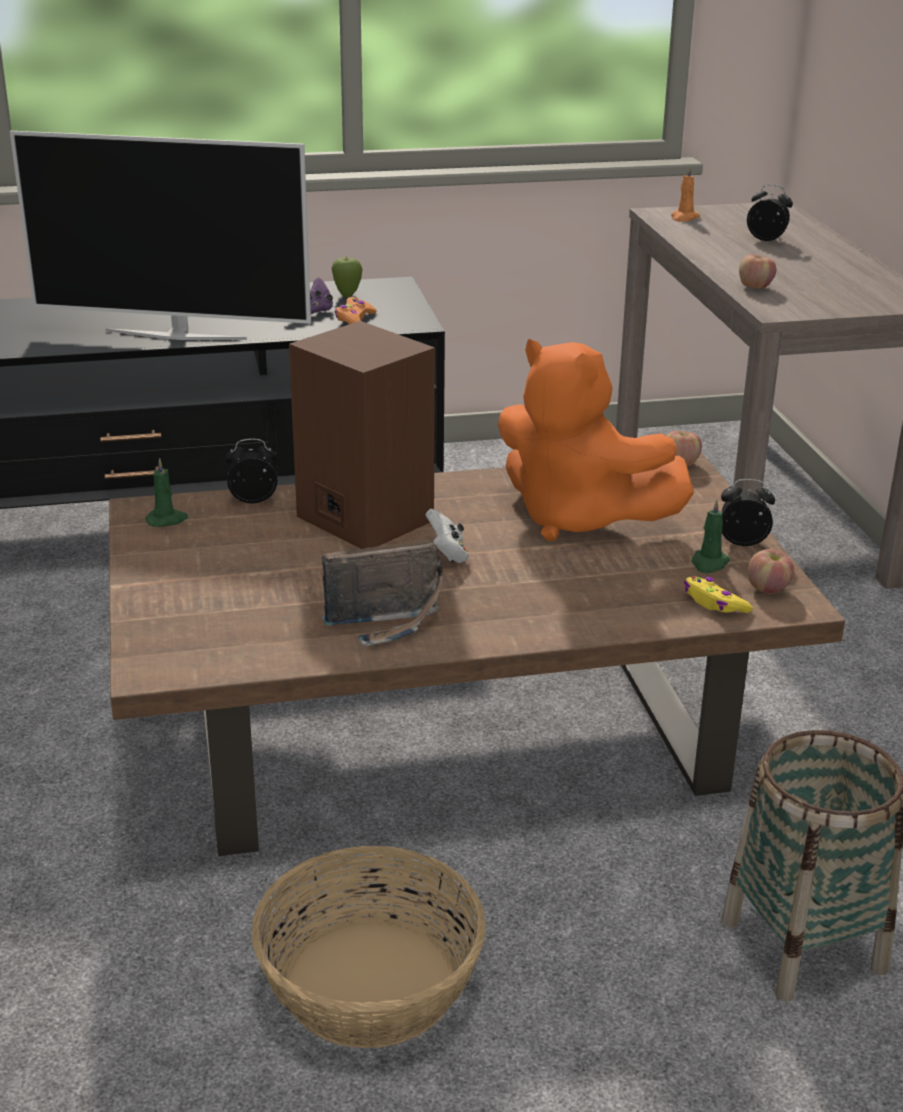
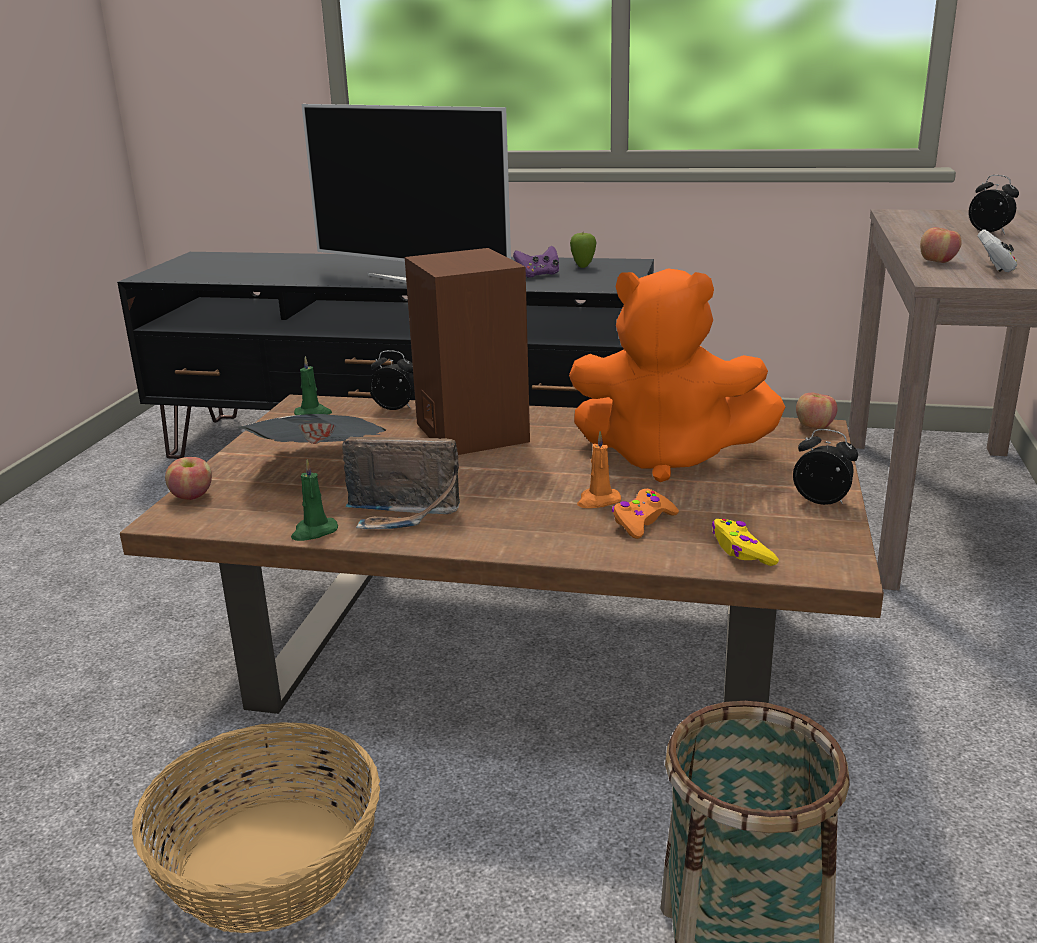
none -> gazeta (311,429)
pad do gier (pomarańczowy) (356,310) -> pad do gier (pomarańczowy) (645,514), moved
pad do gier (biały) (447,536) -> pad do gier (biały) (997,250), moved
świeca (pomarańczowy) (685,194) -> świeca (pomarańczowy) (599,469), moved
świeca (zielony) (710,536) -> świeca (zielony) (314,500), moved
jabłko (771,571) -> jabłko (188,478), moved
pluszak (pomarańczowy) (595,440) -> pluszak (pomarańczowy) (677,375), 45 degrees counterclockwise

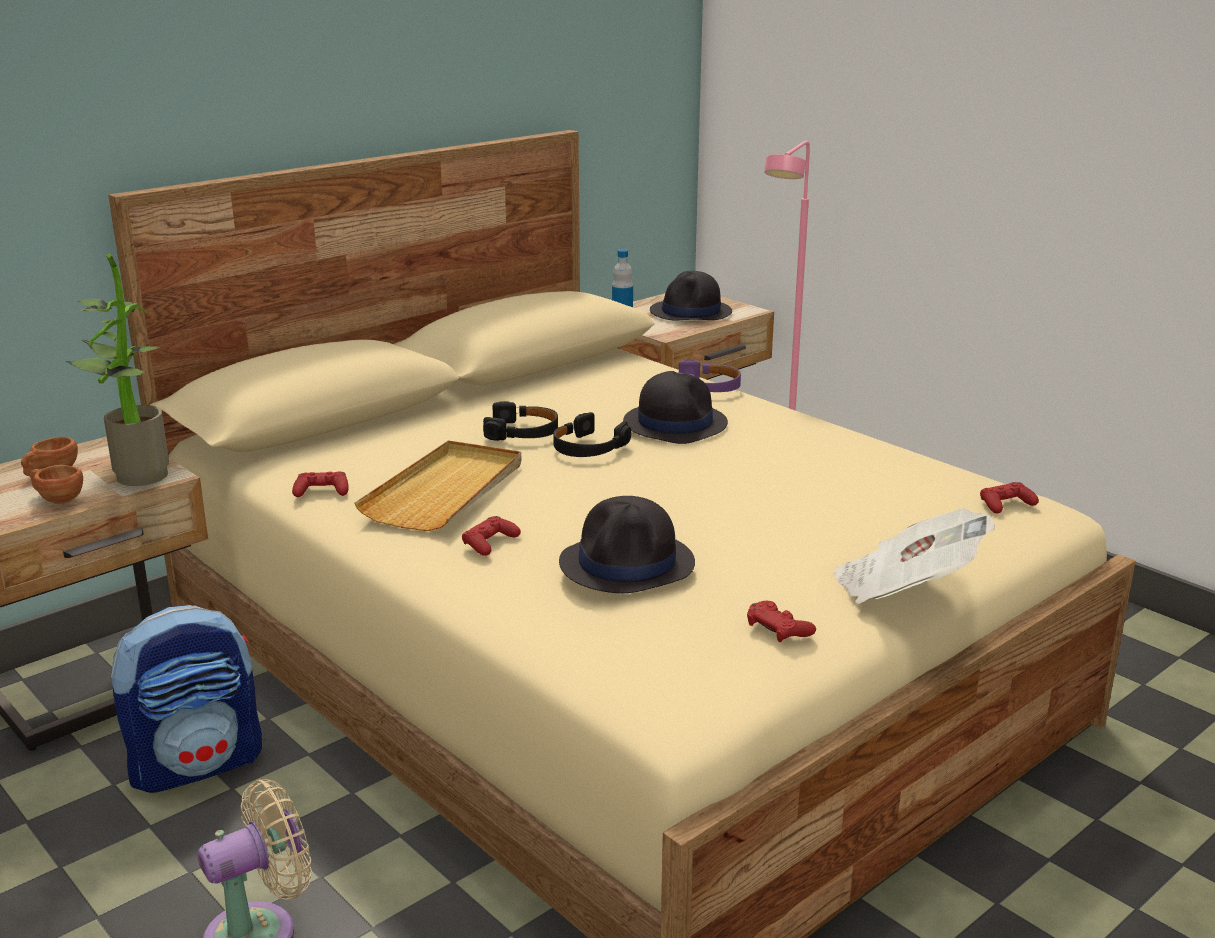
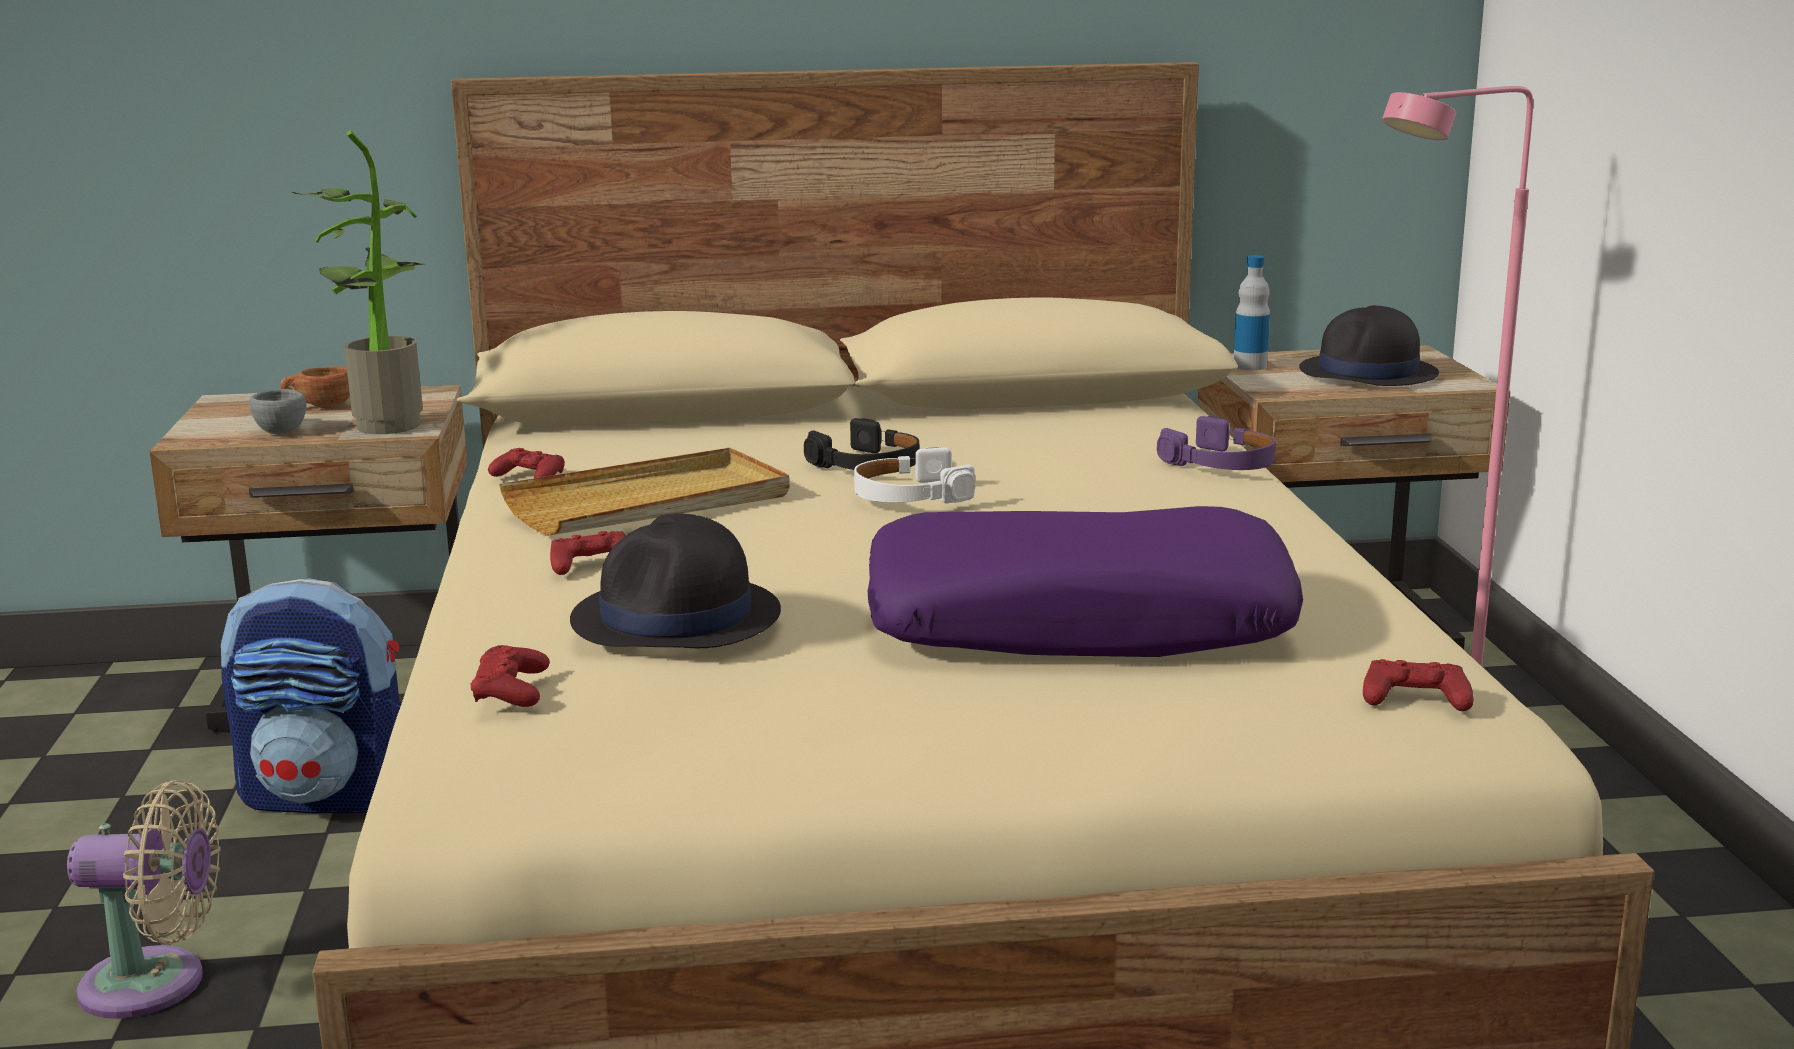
kapelusz (czarny) (675,407) -> none
gazeta (914,556) -> none
none -> poduszka (fioletowy) (1085,581)
pad do gier (czerwony) (781,621) -> pad do gier (czerwony) (510,676), moved
filiżanka (brązowy) (56,484) -> filiżanka (szary) (278,411)
słuchawki (czarny) (592,434) -> słuchawki (biały) (914,475)

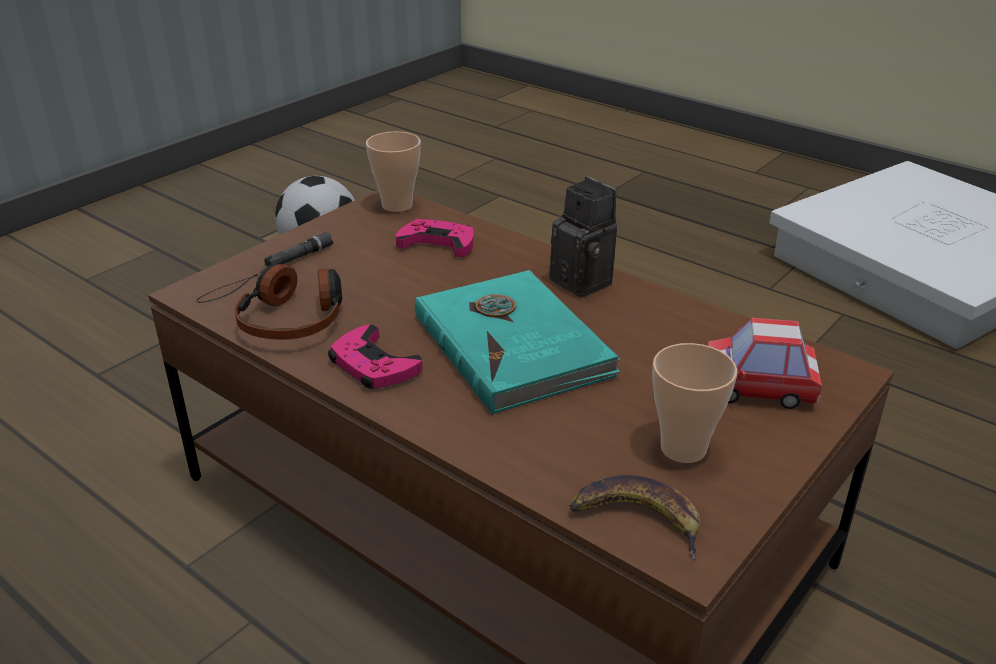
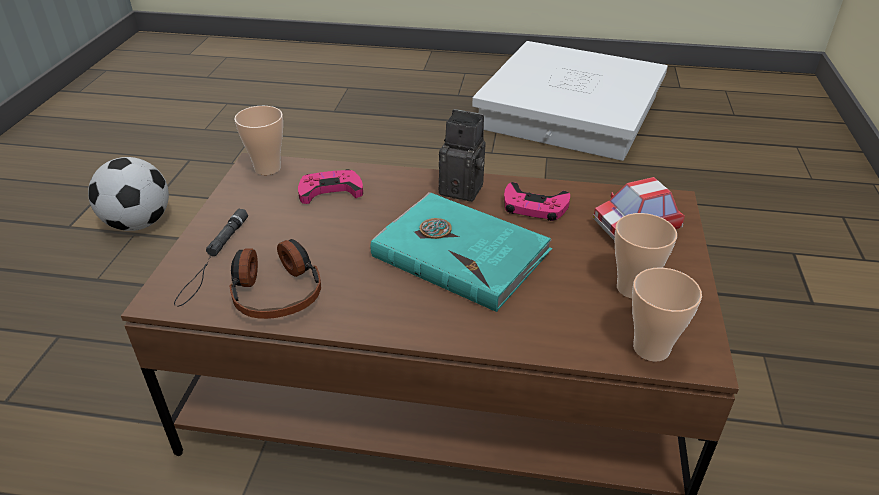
pad do gier (różowy) (375,356) -> pad do gier (różowy) (537,201), moved
banan (634,517) -> filiżanka (667,314)

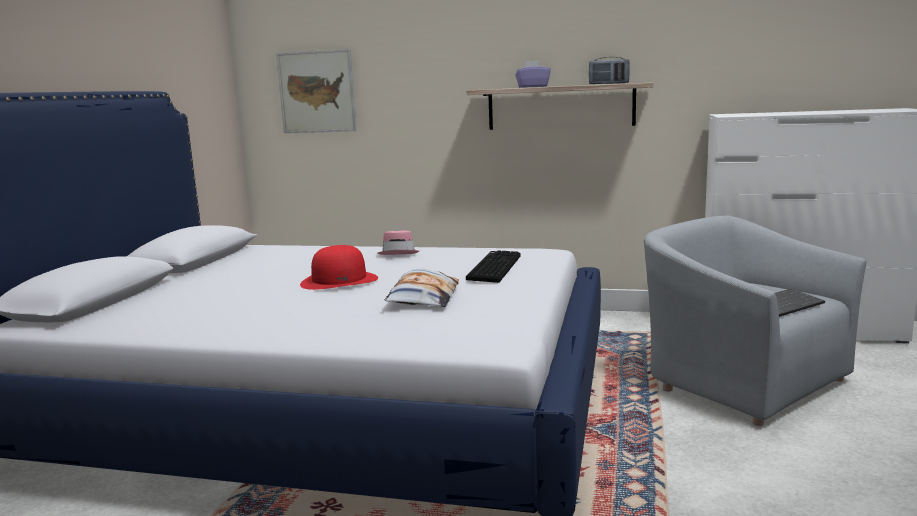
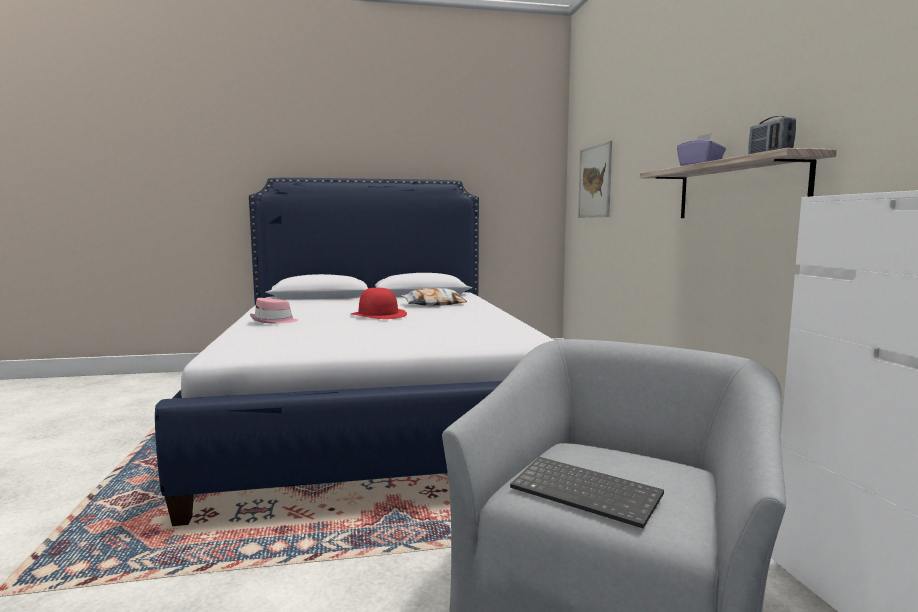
klawiatura (493,266) -> none
kapelusz (różowy) (398,243) -> kapelusz (różowy) (274,310), moved
poduszka (422,288) -> poduszka (434,297), moved

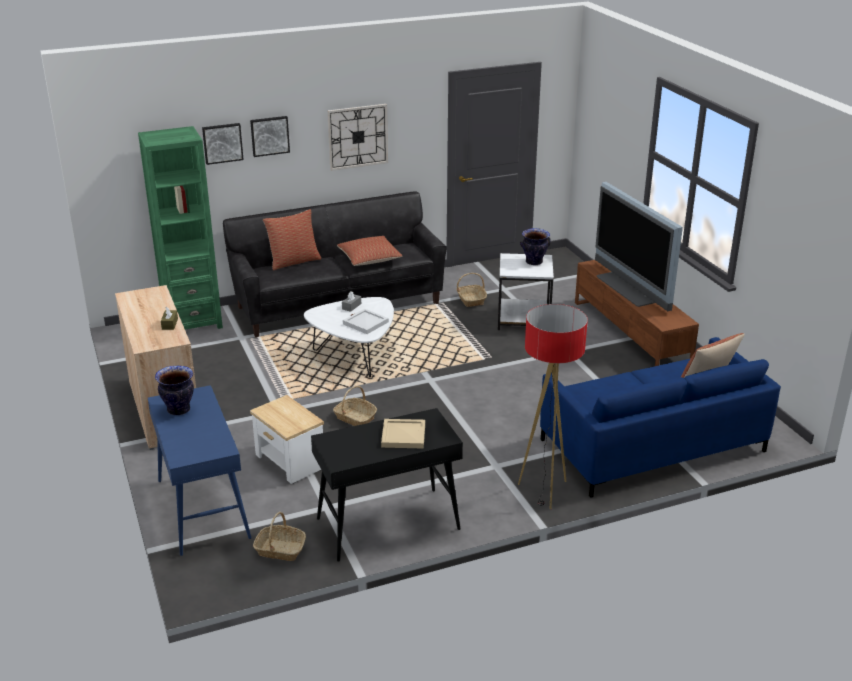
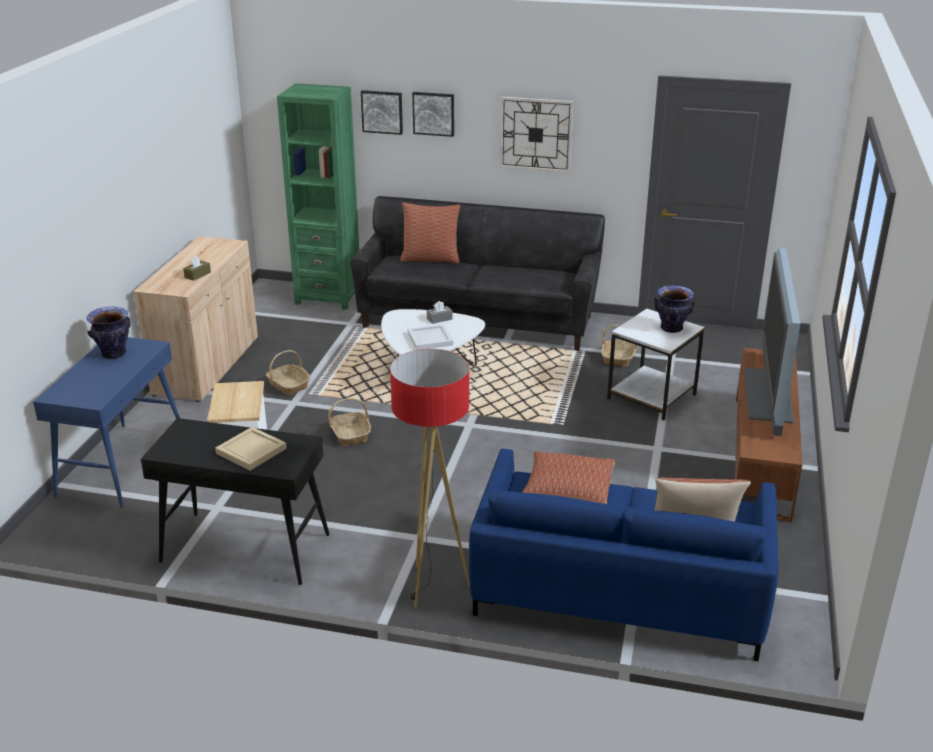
koszyk (279,536) -> koszyk (288,372), moved
poduszka (369,251) -> poduszka (568,477), moved

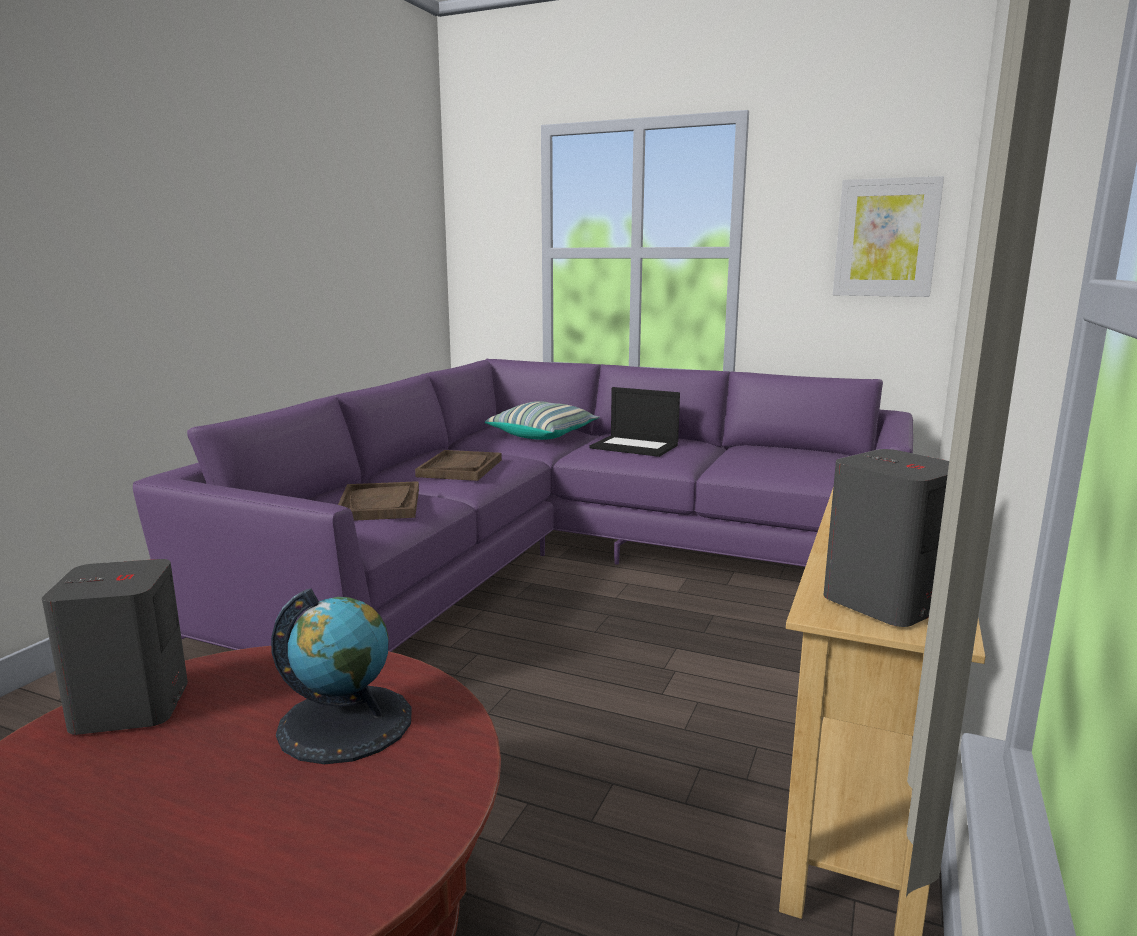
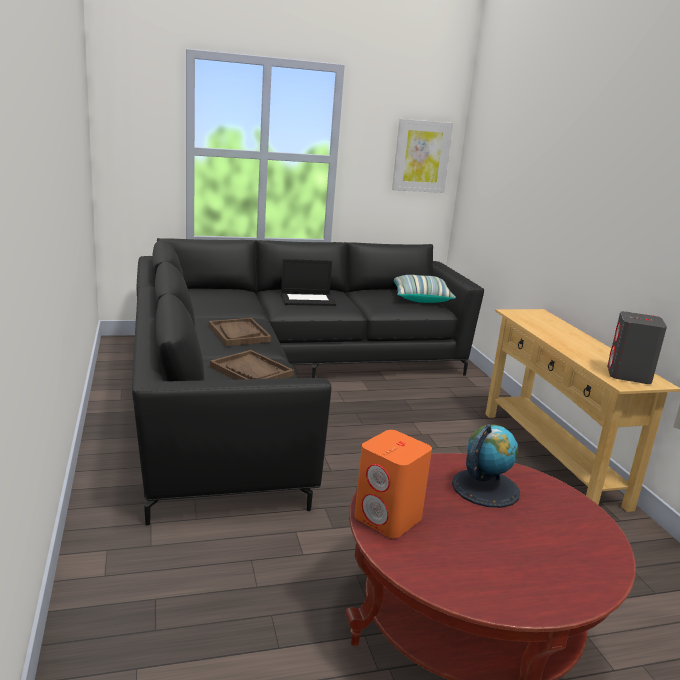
poduszka (542,420) -> poduszka (425,289), moved
głośnik (szary) (115,647) -> głośnik (pomarańczowy) (393,484)
kanapa (fioletowy) (523,505) -> kanapa (czarny) (308,382)

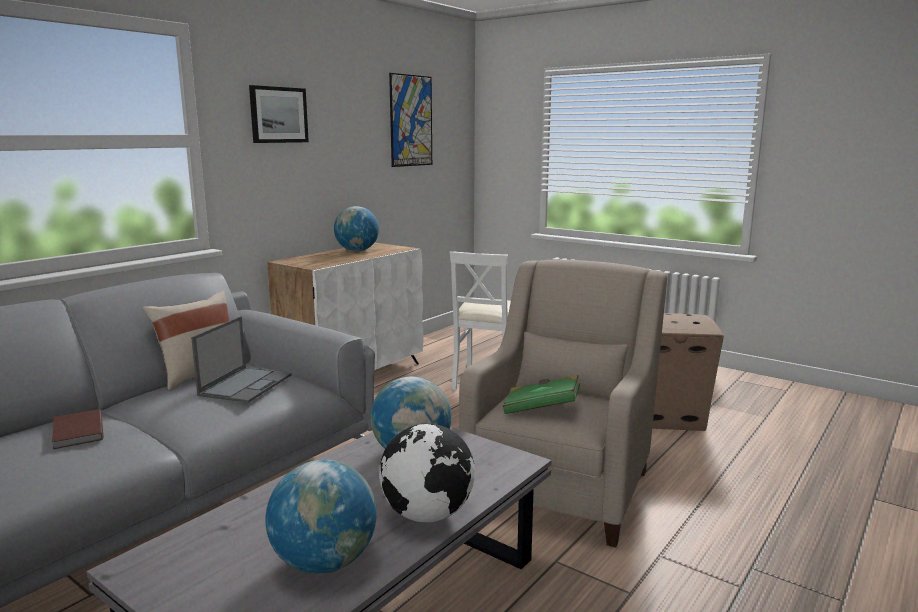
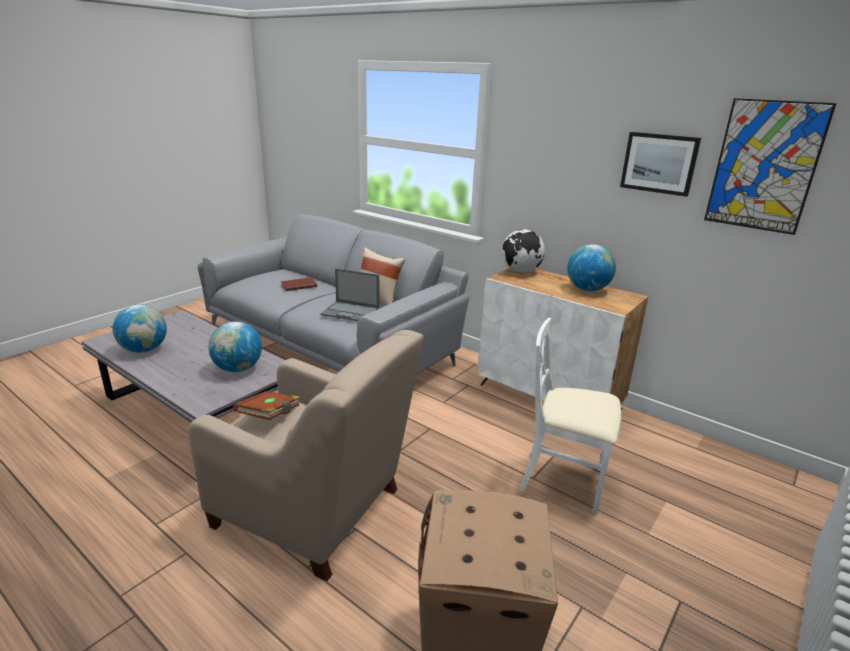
obraz (279,114) -> obraz (660,164), moved
globus (427,472) -> globus (523,251), moved
książka (zielony) (541,394) -> książka (brązowy) (267,405)

